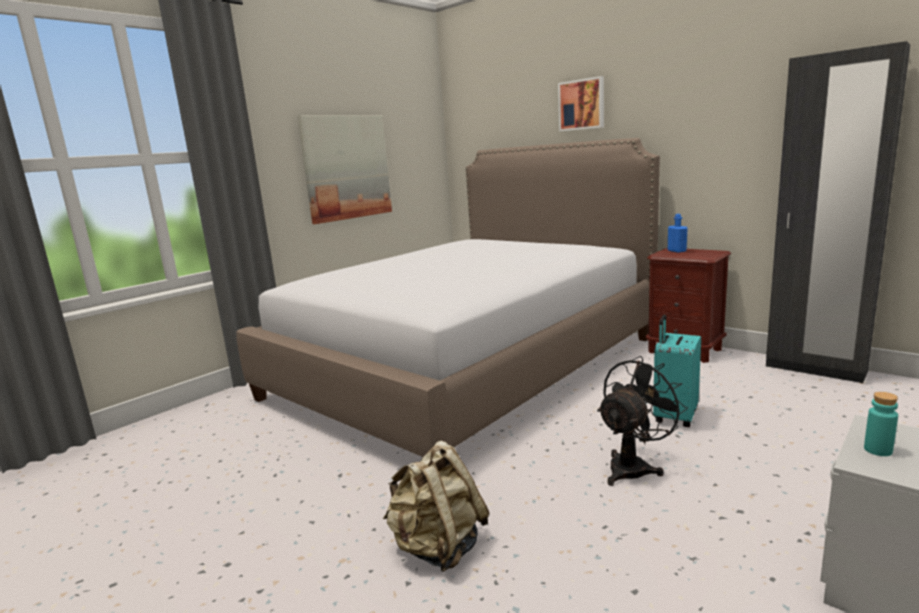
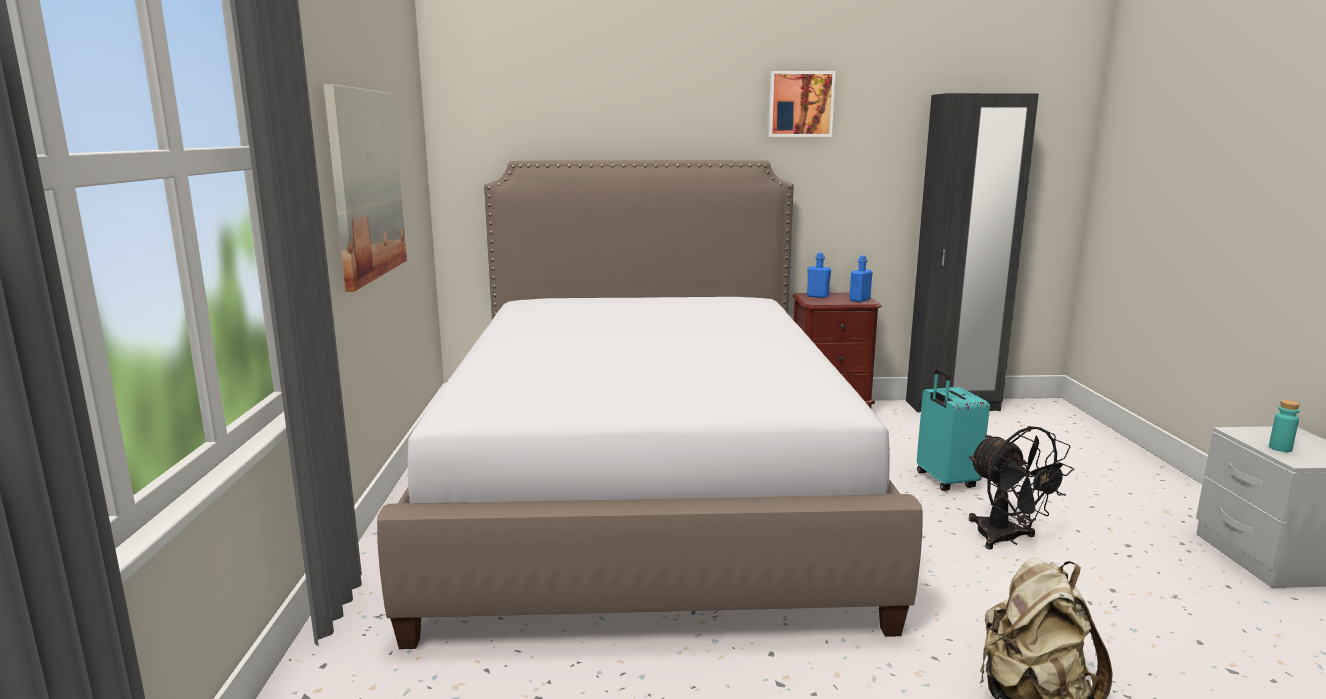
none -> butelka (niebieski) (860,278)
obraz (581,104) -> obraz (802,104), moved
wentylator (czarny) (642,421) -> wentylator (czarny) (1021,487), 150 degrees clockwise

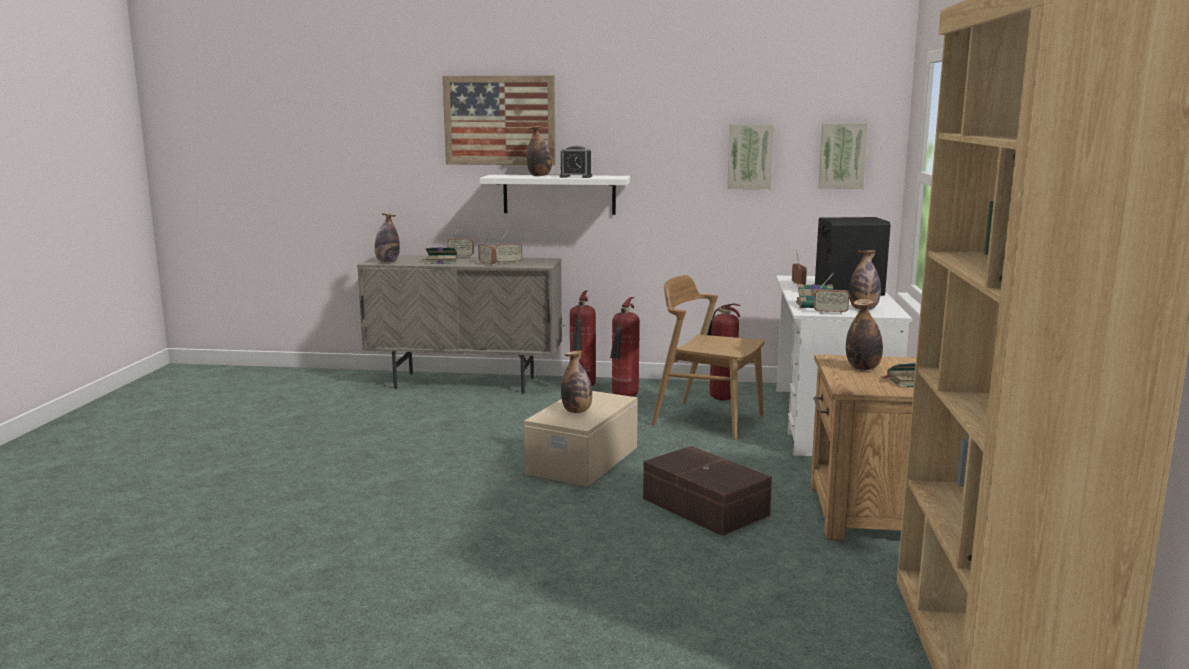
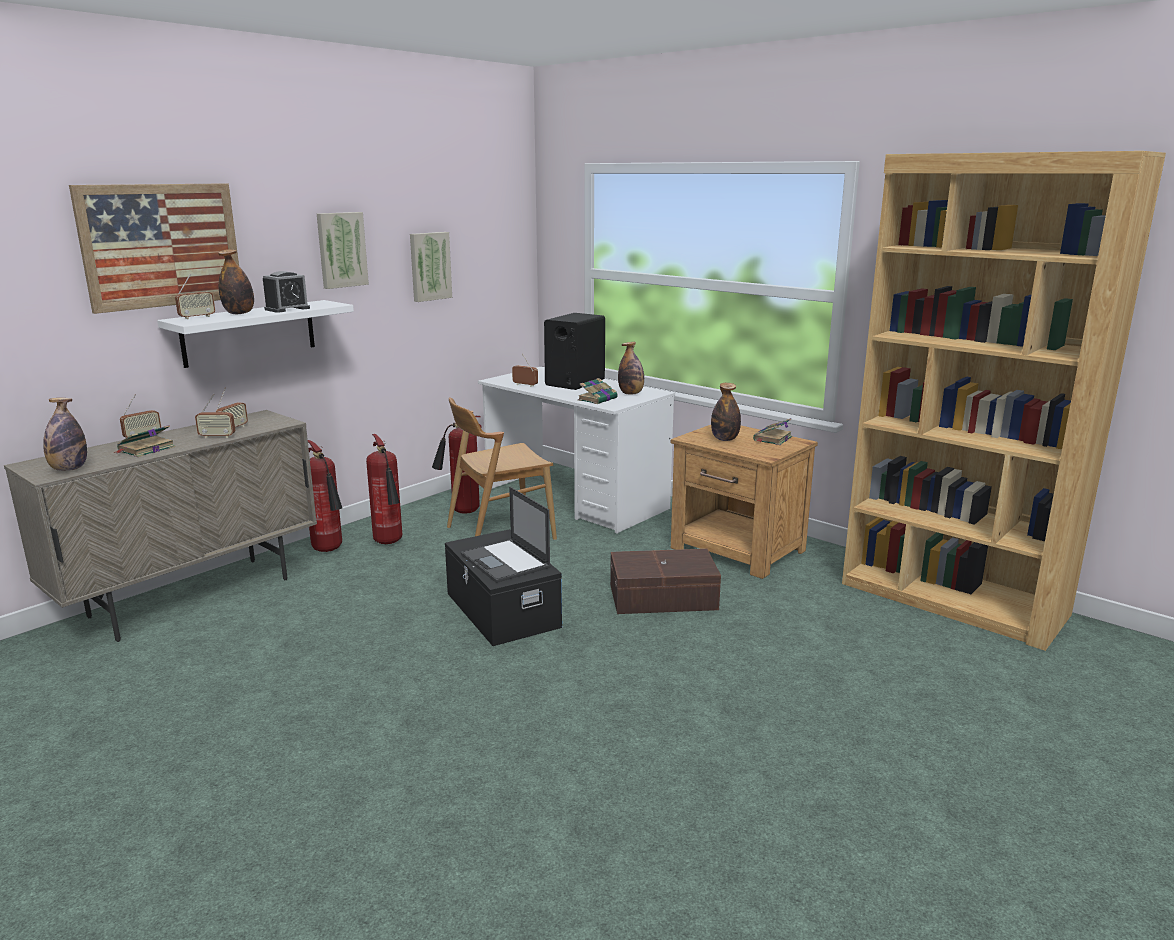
radio (831,293) -> radio (195,296), moved
obraz (843,156) -> obraz (343,250), moved
butelka (576,382) -> laptop (506,535)
pojemnik do przechowywania (beżowy) (581,439) -> pojemnik do przechowywania (czarny) (503,587)

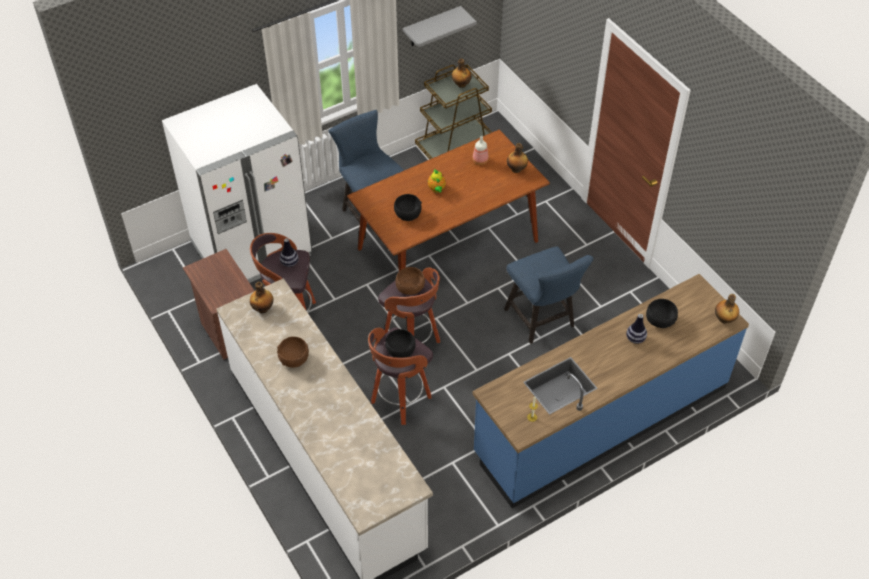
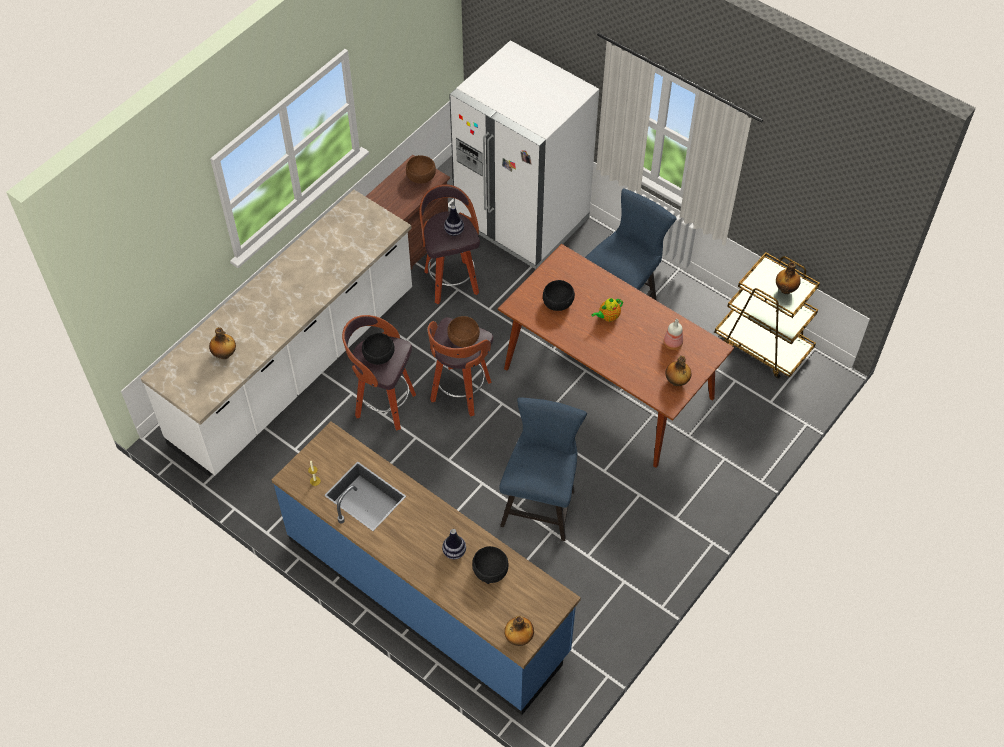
półka (szary) (440,27) -> none
butelka (262,297) -> butelka (222,343), moved
miska (brązowy) (293,352) -> miska (brązowy) (421,169), moved
krzesło (niebieski) (548,295) -> krzesło (niebieski) (543,469), 150 degrees clockwise

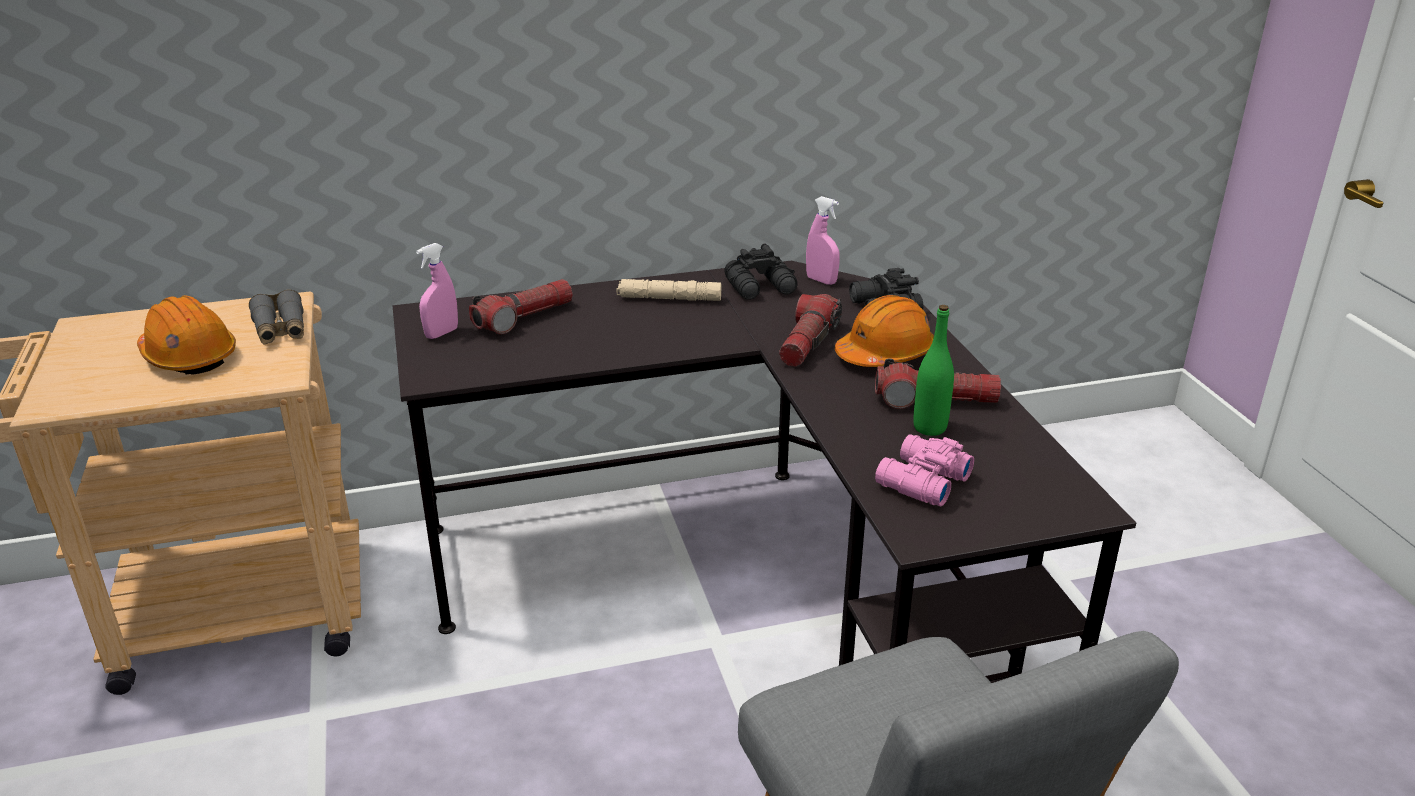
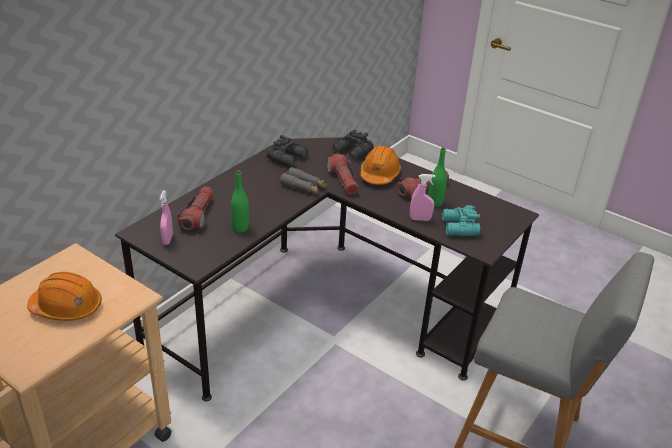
latarka (beżowy) (668,290) -> none
none -> butelka (zielony) (240,201)
lornetka (szary) (276,317) -> lornetka (szary) (303,180), moved
spryskiwacz (różowy) (823,240) -> spryskiwacz (różowy) (423,197), moved
lornetka (różowy) (924,470) -> lornetka (turkusowy) (461,220)

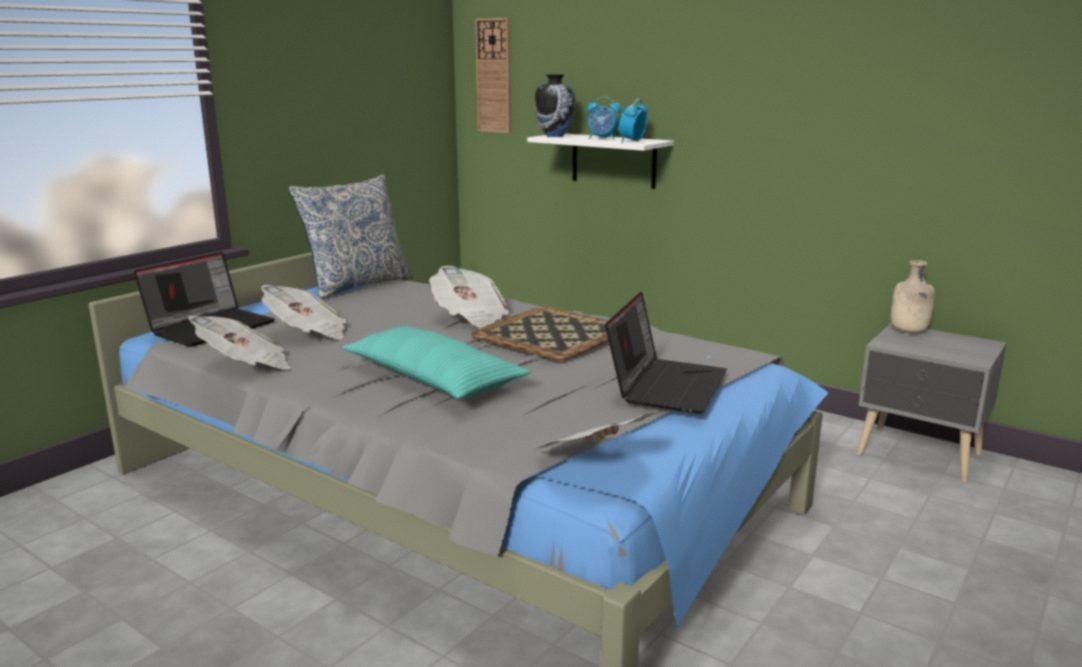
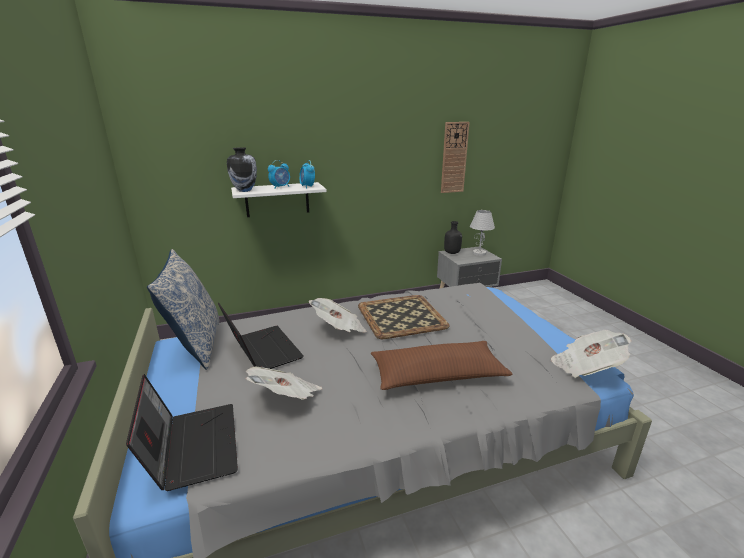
gazeta (239,342) -> none
none -> lampa stołowa (biały) (482,233)
zegar ścienny (493,75) -> zegar ścienny (455,157), moved
laptop (666,352) -> laptop (261,336), moved
poduszka (turkusowy) (436,362) -> poduszka (brązowy) (442,365)
butelka (beżowy) (913,296) -> butelka (czarny) (453,237)

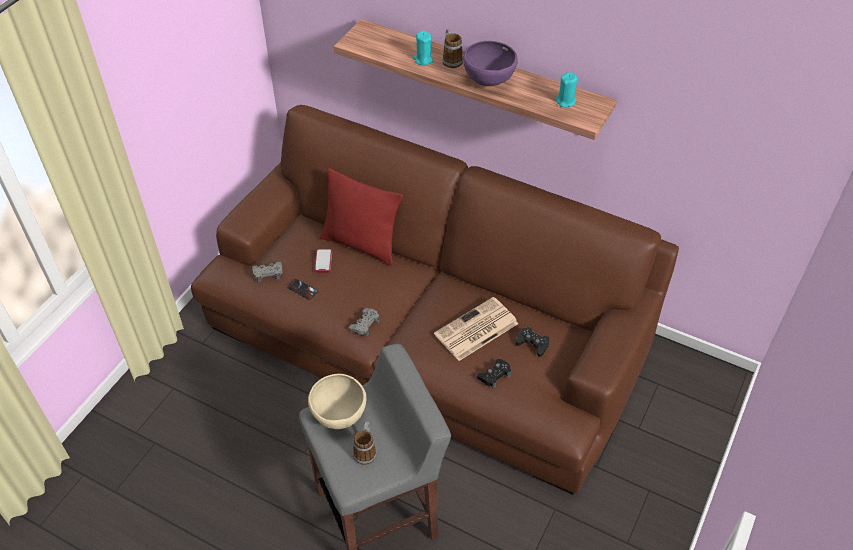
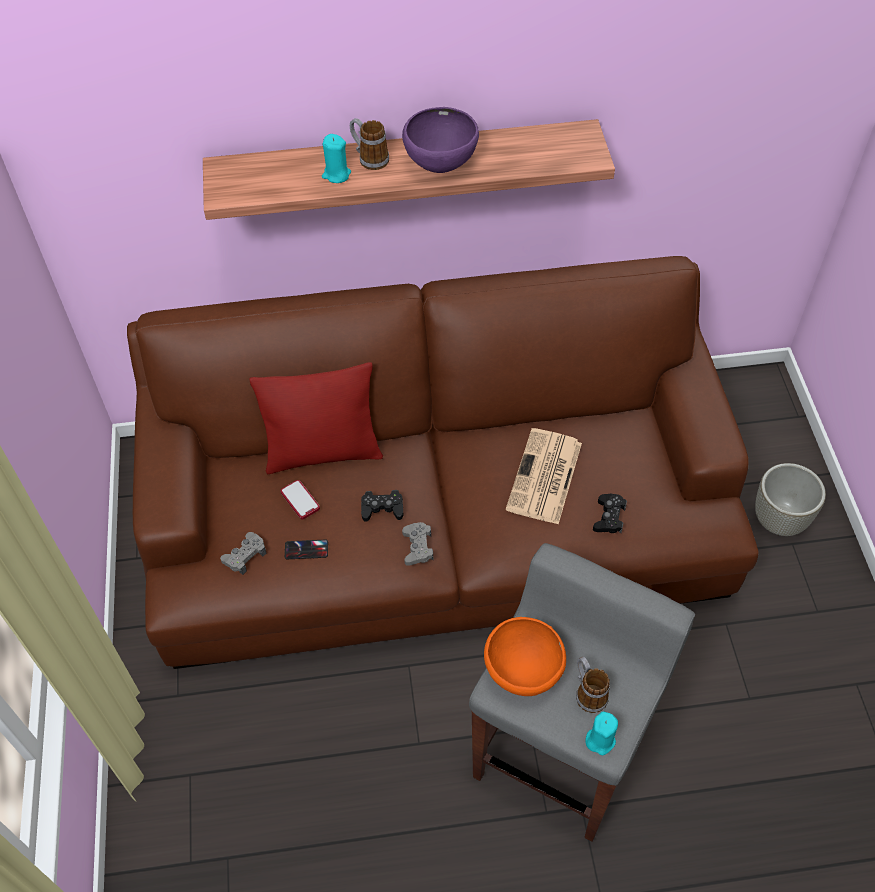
none -> donica (szary) (790,499)
pad do gier (czarny) (533,342) -> pad do gier (czarny) (382,506), moved
świeca (turkusowy) (566,89) -> świeca (turkusowy) (602,733), moved
miska (beżowy) (337,401) -> miska (pomarańczowy) (525,656)

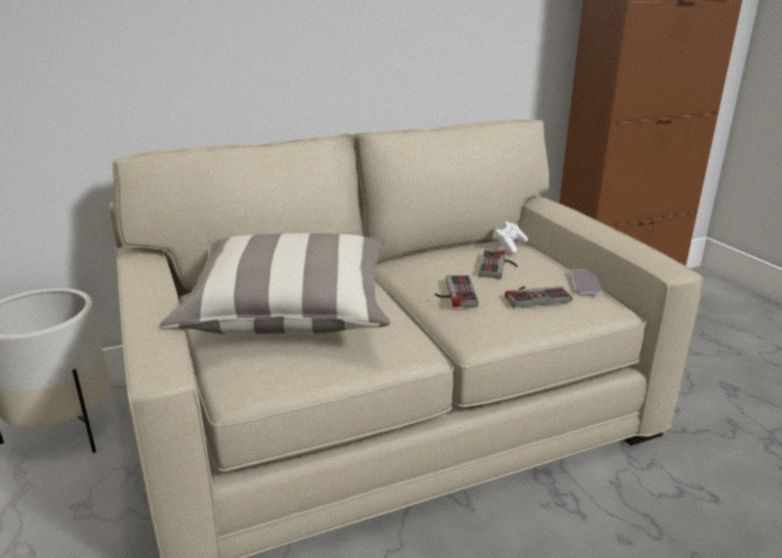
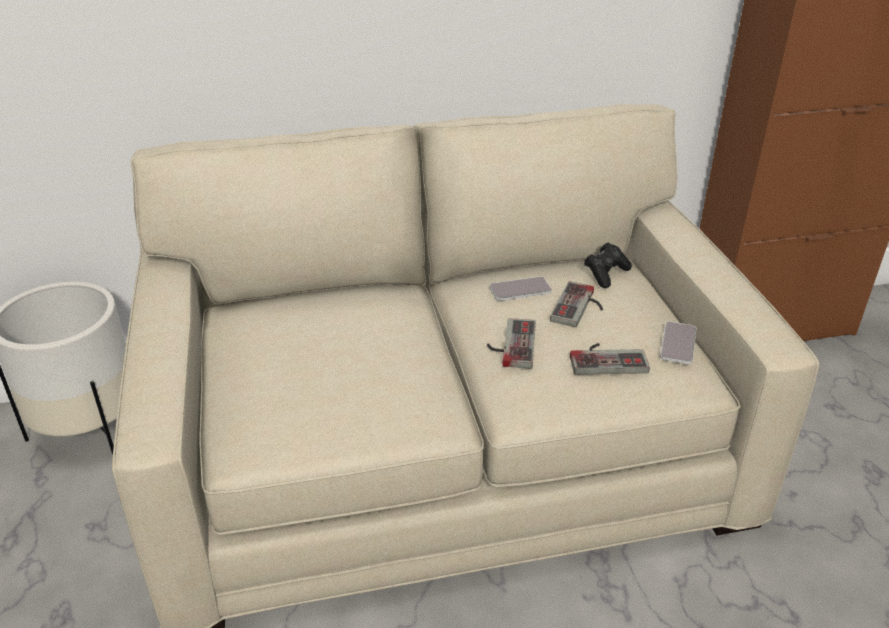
poduszka (274,284) -> none
none -> telefon (521,288)
pad do gier (biały) (510,238) -> pad do gier (czarny) (608,265)

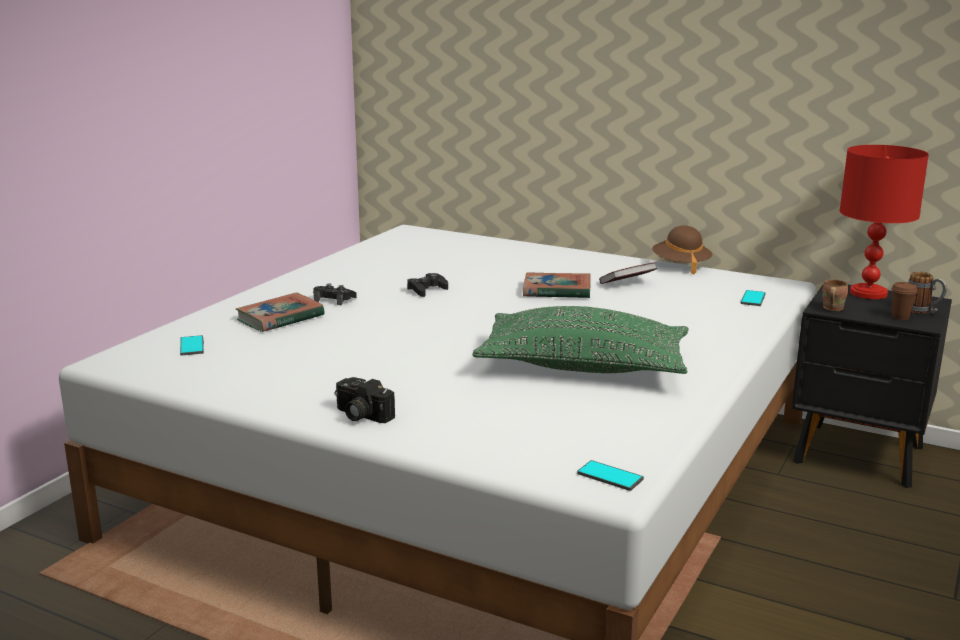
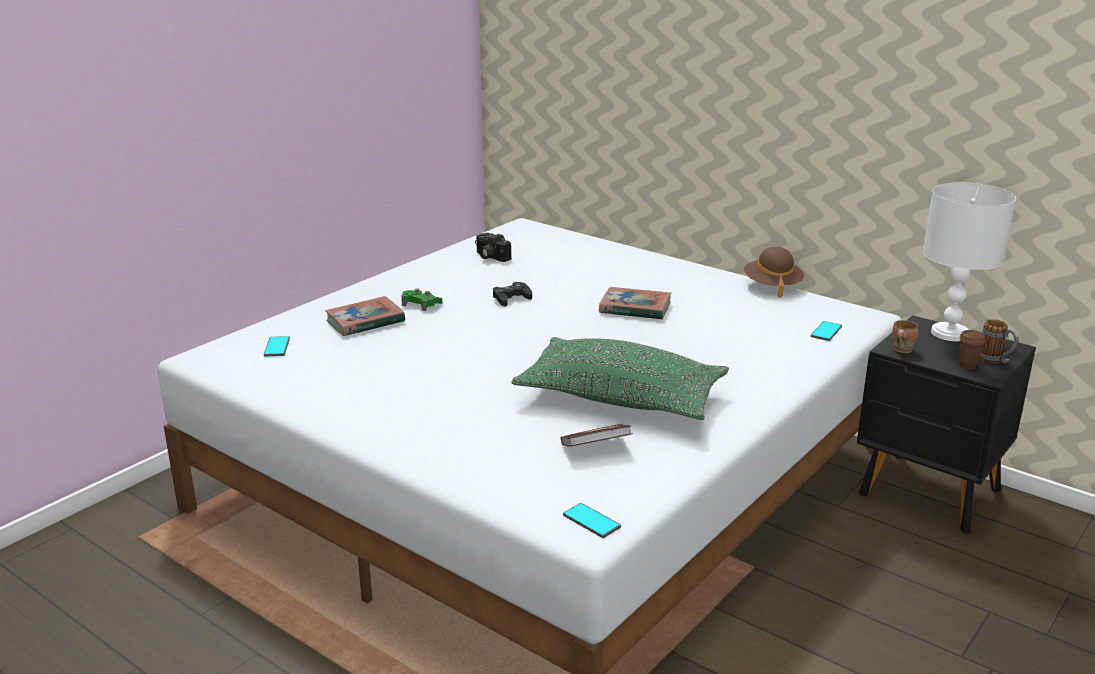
aparat fotograficzny (364,400) -> aparat fotograficzny (493,247), moved
książka (628,273) -> książka (597,435), moved
pad do gier (czarny) (335,294) -> pad do gier (zielony) (421,299)
lampa stołowa (czerwony) (884,222) -> lampa stołowa (biały) (969,262)

